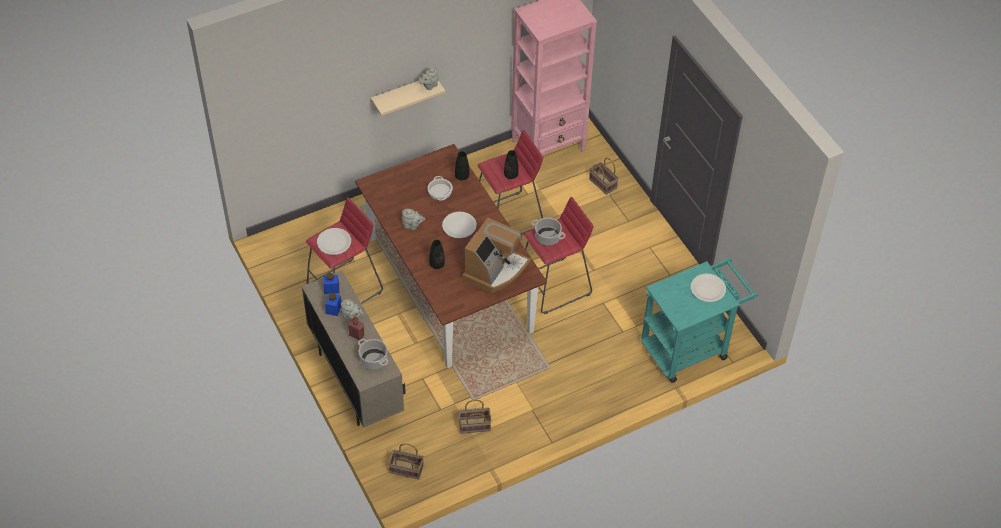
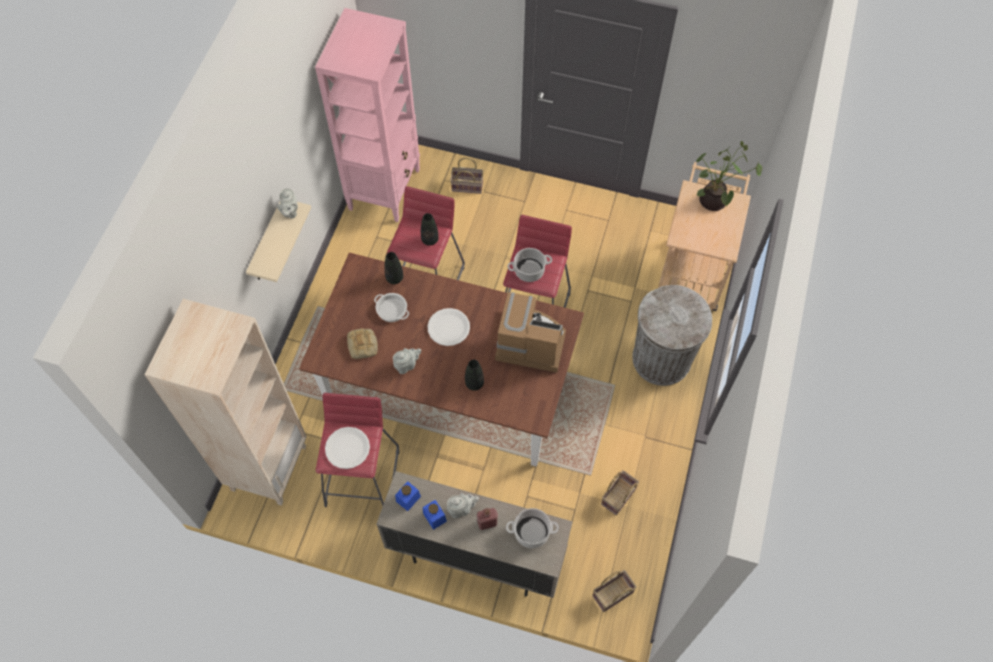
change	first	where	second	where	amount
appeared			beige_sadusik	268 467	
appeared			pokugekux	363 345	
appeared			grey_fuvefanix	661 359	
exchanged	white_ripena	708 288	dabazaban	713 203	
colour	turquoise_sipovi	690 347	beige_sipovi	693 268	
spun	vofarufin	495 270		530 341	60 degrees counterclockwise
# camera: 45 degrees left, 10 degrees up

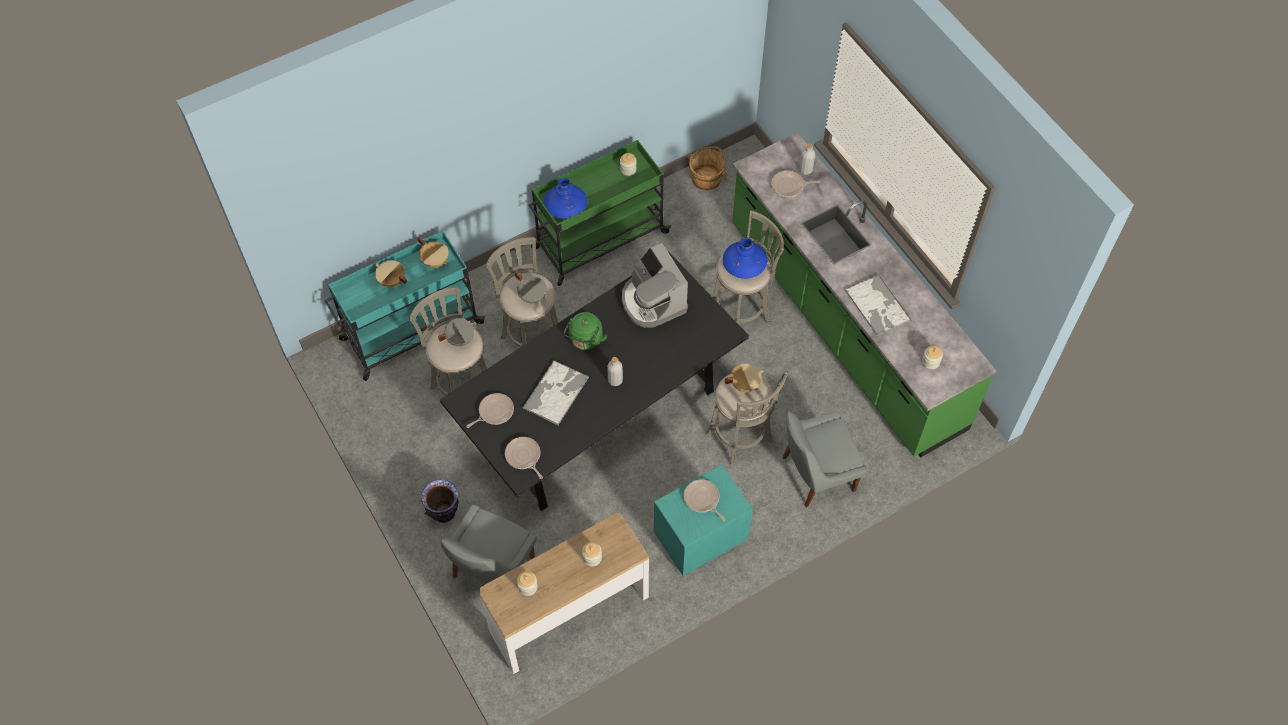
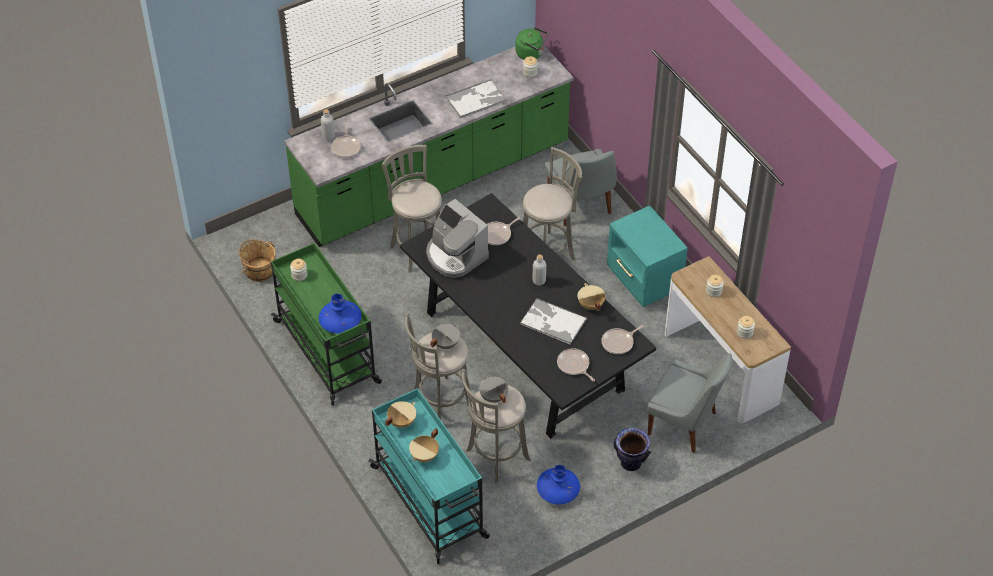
change	first	where	second	where	amount
relocated	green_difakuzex	585 340		531 54	
relocated	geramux	702 499		497 235	
relocated	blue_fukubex	744 264		558 490	
relocated	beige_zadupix	744 384		590 305	
spun	vofarufin	652 301		455 255	75 degrees clockwise
# camera: 90 degrees left, 10 degrees down

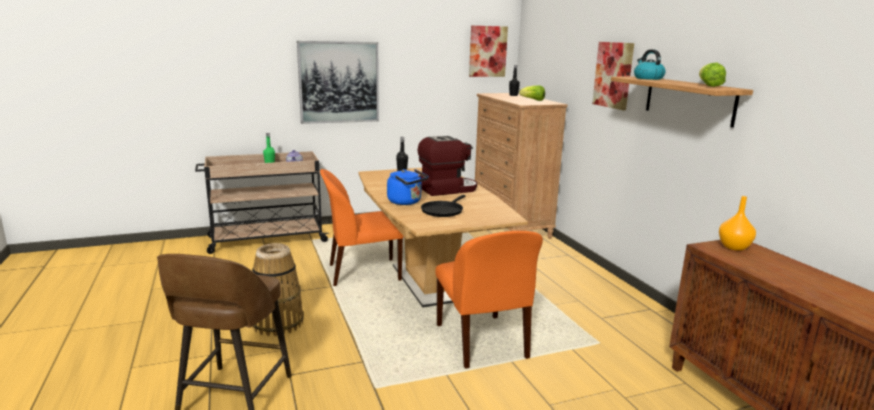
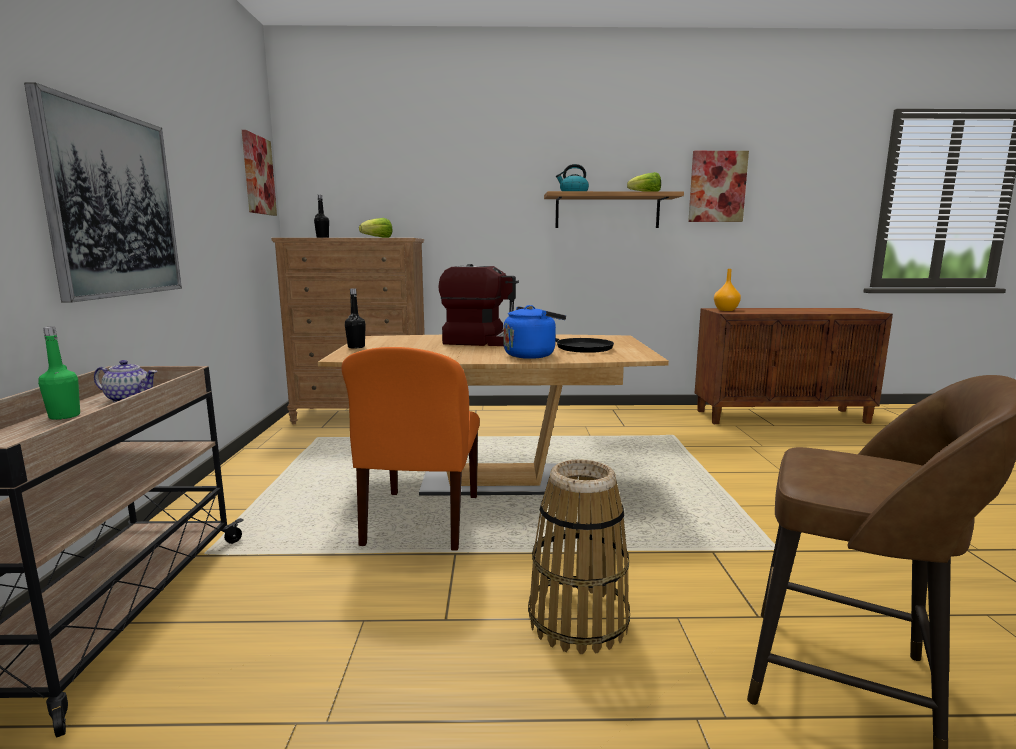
change	first	where	second	where	amount
missing	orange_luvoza	482 342			
relocated	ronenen	613 75		717 187	
spun	vofarufin	447 189		484 341	105 degrees clockwise
# camera: 70 degrees left, 5 degrees down

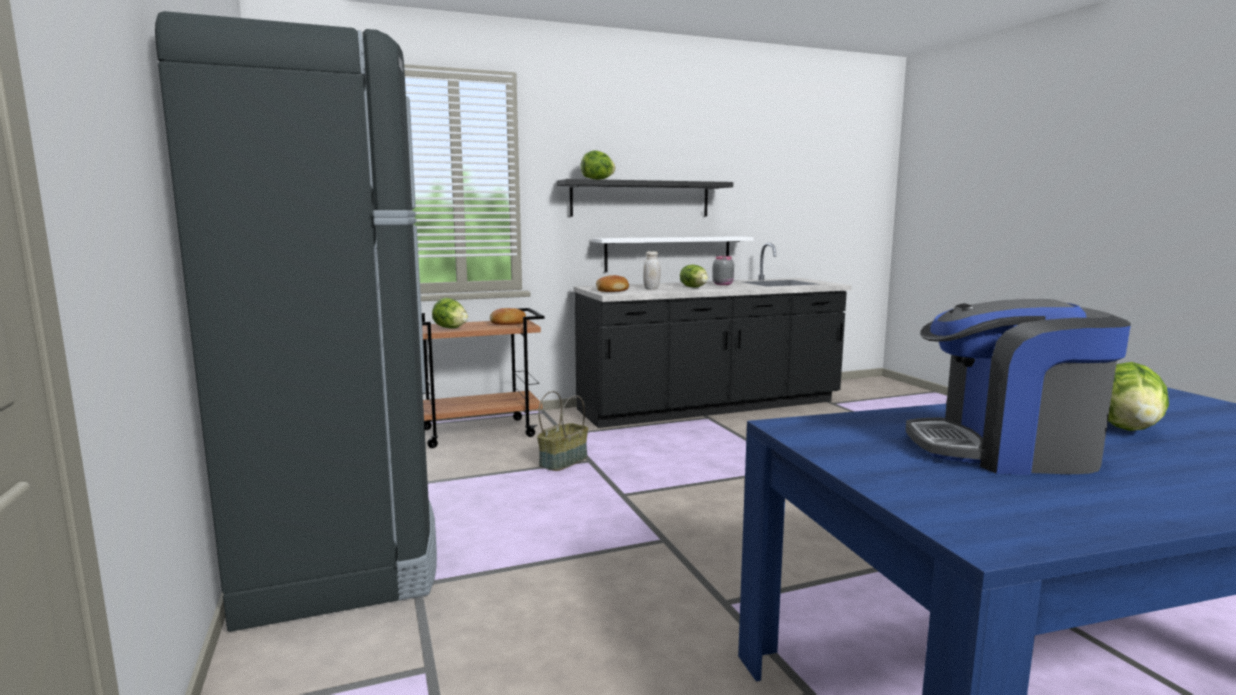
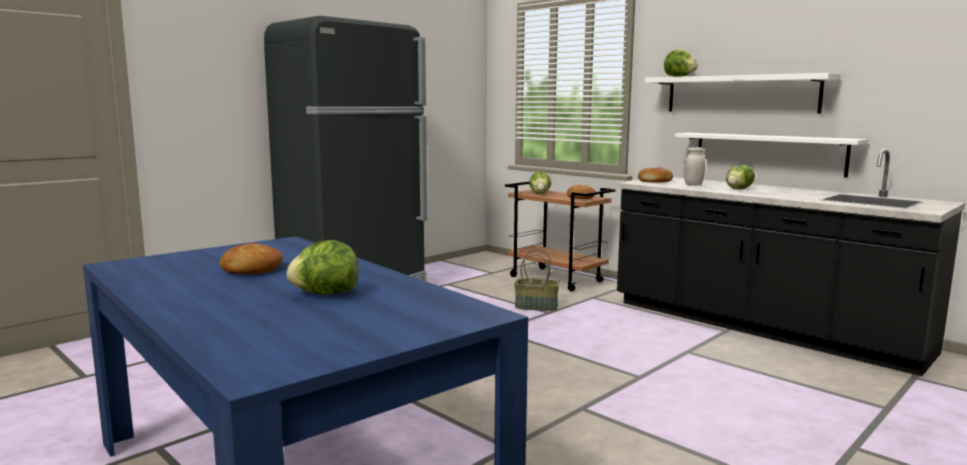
change	first	where	second	where	amount
missing	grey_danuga	723 284			
exchanged	vofarufin	1005 451	pokugekux	251 270	
colour	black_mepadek	640 199	white_mepadek	740 94	
# camera: 65 degrees right, 0 degrees up

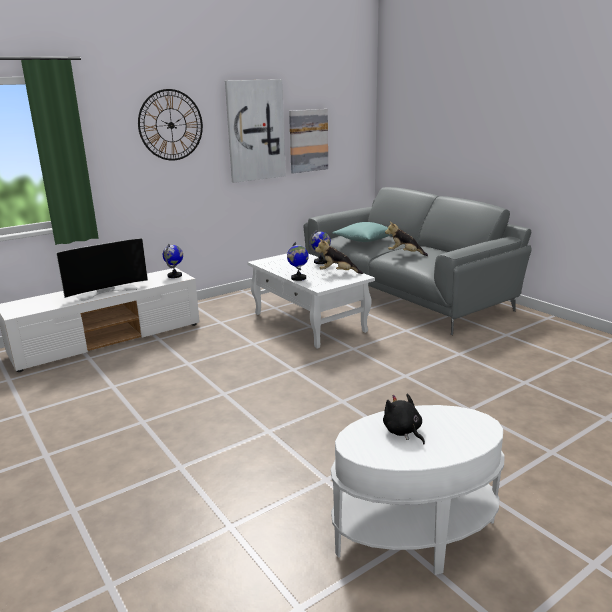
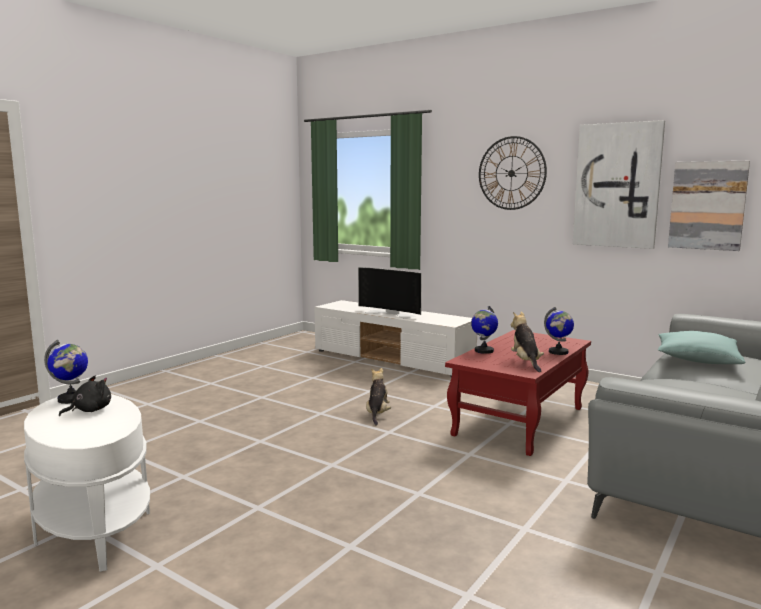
change	first	where	second	where	amount
relocated	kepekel	175 275		72 399	
relocated	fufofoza	405 254		377 414	
colour	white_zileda	309 322	red_zileda	519 421	
# camera: 70 degrees right, 10 degrees down

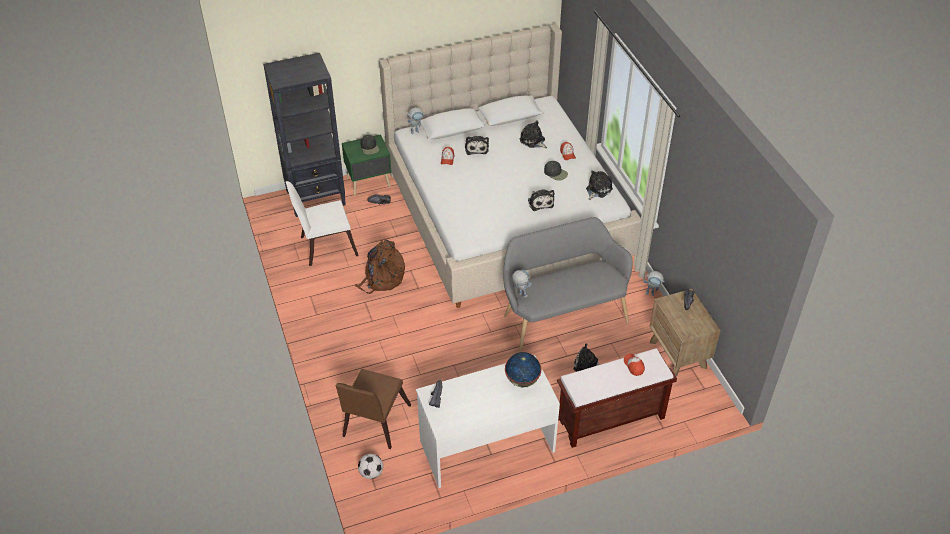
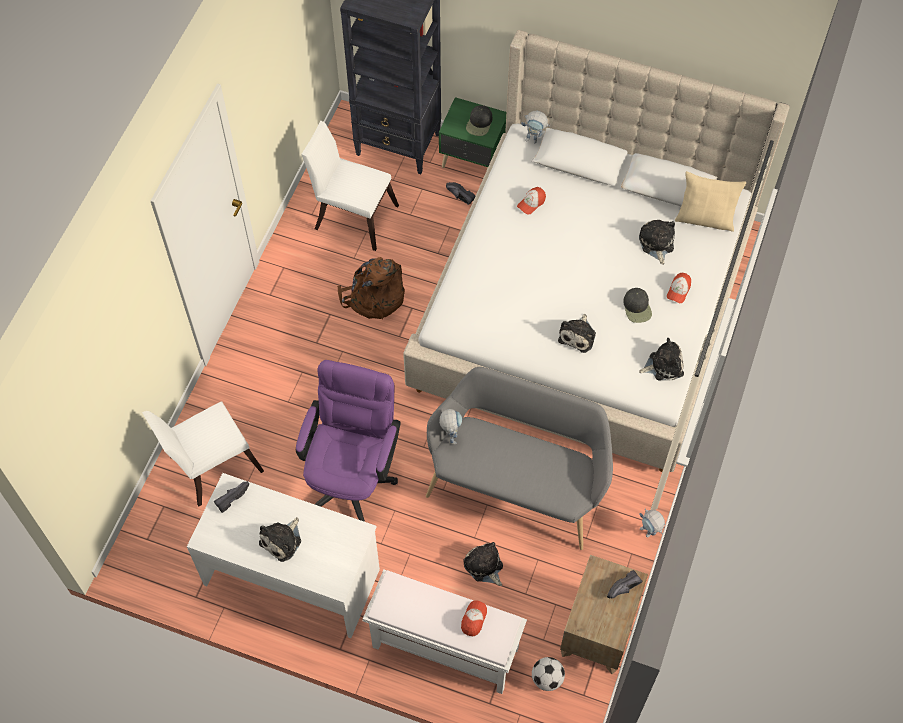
change	first	where	second	where	amount
missing	kepekel	522 380			
appeared			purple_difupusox	352 475	
appeared			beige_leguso	705 218	
relocated	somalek	371 473		547 678	
relocated	fufofoza	476 148		282 540	
colour	brown_luvoza	374 424	white_luvoza	210 465	
colour	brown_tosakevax	610 419	white_tosakevax	443 648	
# camera: 40 degrees right, 15 degrees up

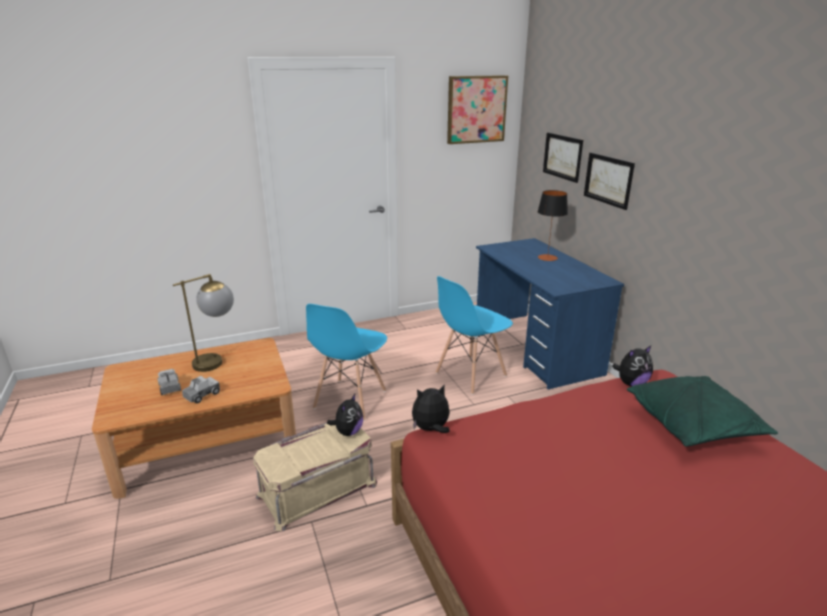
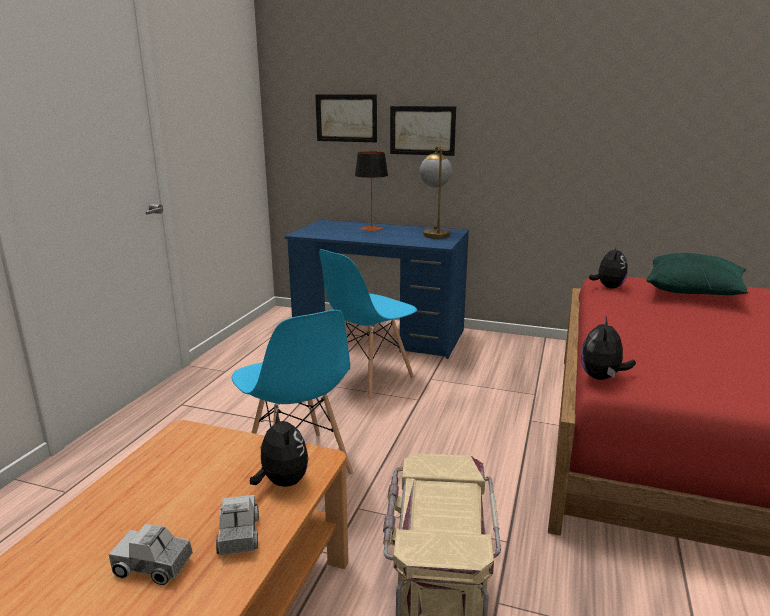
change	first	where	second	where	amount
missing	ronenen	476 109			
relocated	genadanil	217 360		434 233	
relocated	fufofoza	348 432		282 482	
spun	blue_luvoza	470 374		369 379	45 degrees clockwise
# camera: 50 degrees left, 5 degrees down

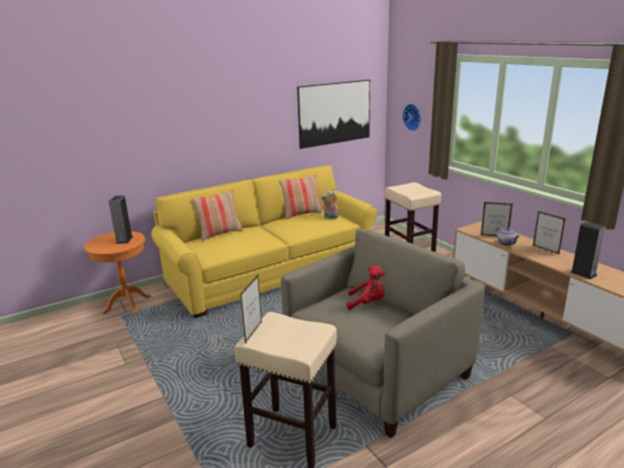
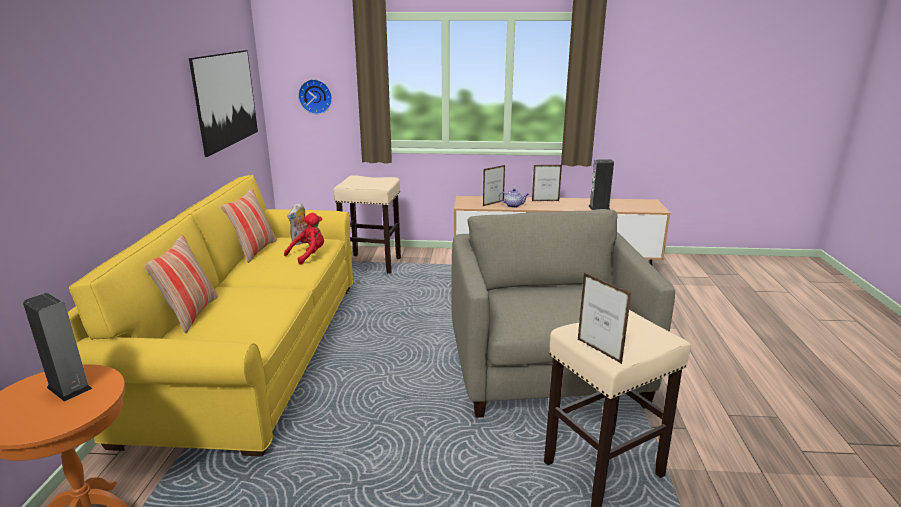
change	first	where	second	where	amount
relocated	red_fufofoza	367 303		309 255	
# camera: 55 degrees left, 0 degrees up

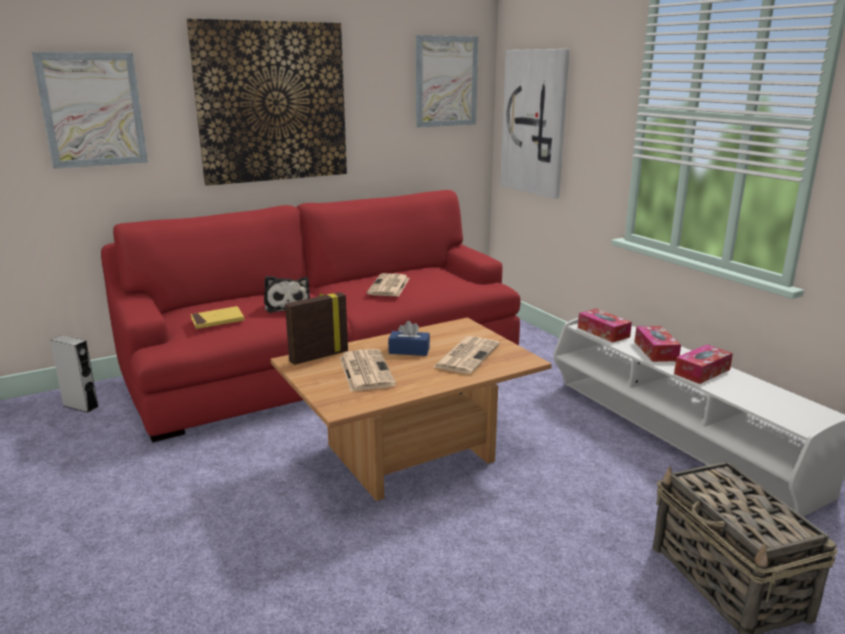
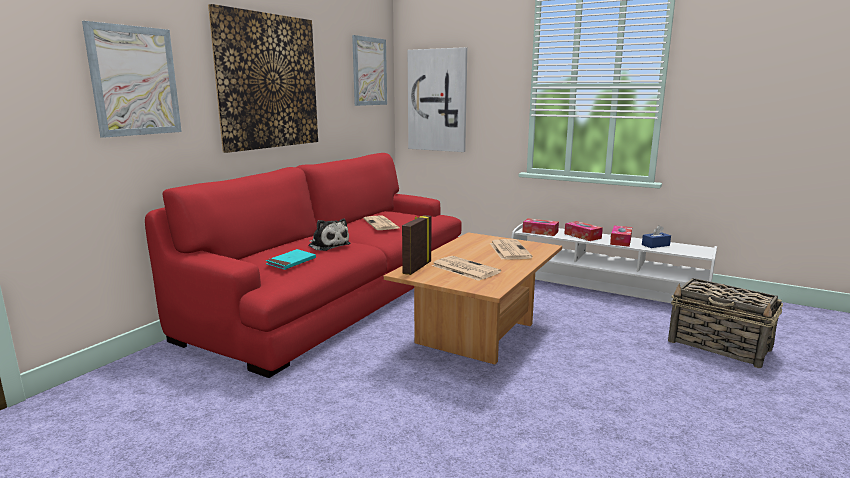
change	first	where	second	where	amount
missing	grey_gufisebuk	80 406			
relocated	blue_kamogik	409 351		655 245	
colour	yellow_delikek	217 320	turquoise_delikek	291 262	
# camera: 30 degrees left, 5 degrees down

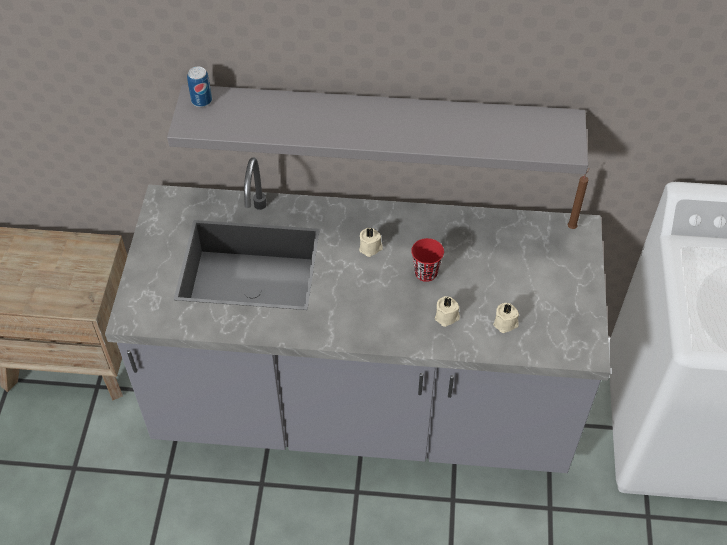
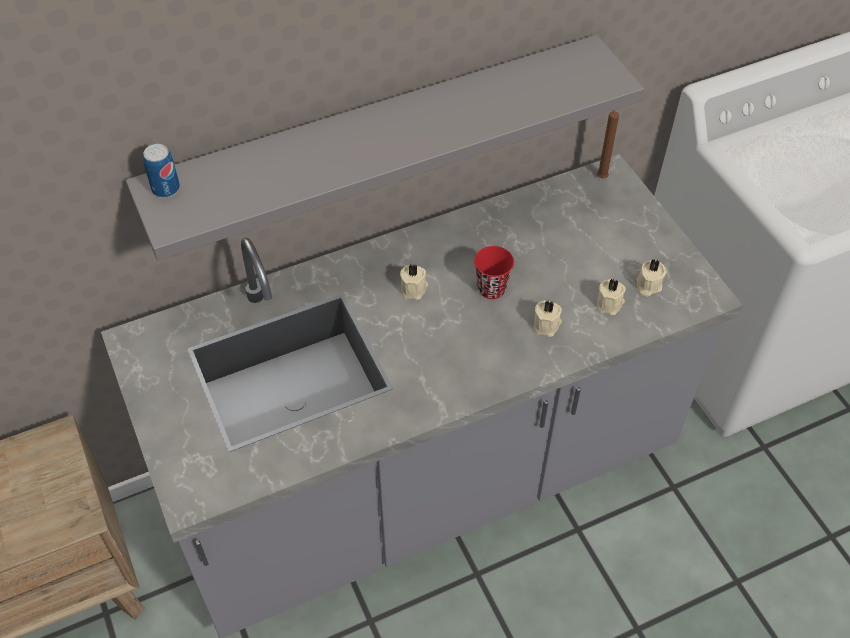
change	first	where	second	where	amount
appeared			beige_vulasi	648 285	
# camera: 30 degrees left, 0 degrees up

